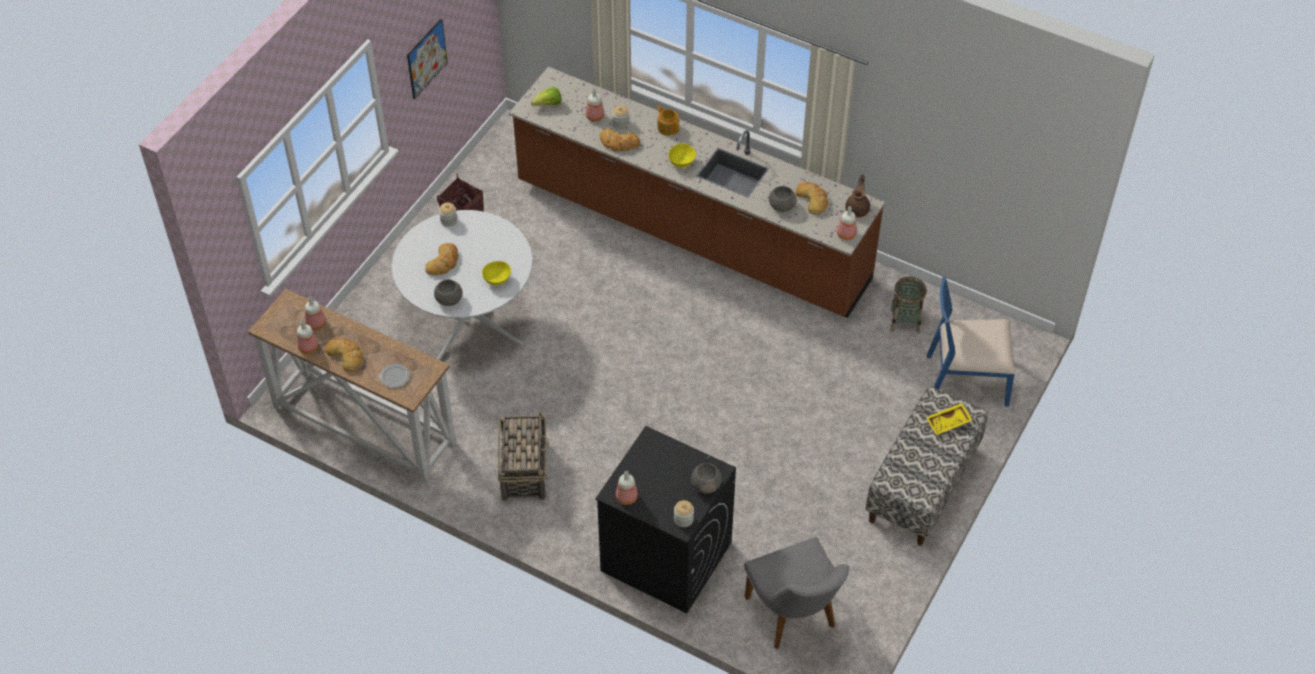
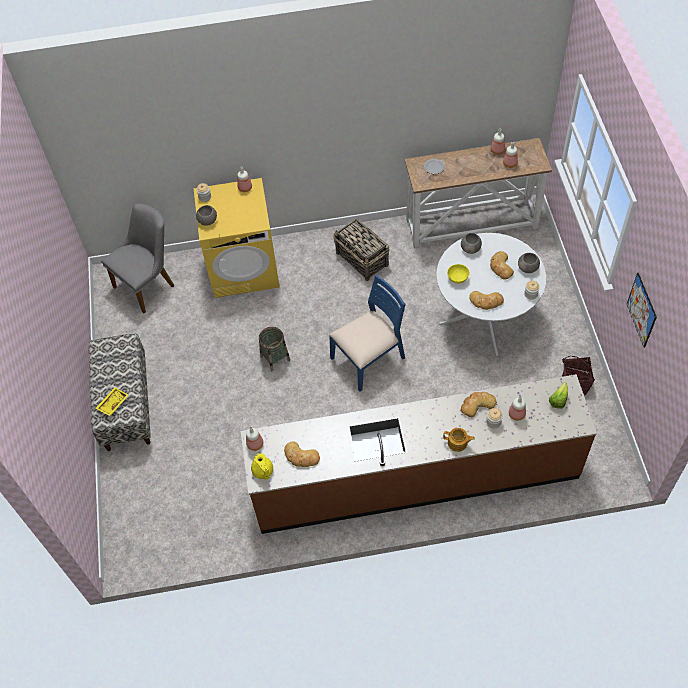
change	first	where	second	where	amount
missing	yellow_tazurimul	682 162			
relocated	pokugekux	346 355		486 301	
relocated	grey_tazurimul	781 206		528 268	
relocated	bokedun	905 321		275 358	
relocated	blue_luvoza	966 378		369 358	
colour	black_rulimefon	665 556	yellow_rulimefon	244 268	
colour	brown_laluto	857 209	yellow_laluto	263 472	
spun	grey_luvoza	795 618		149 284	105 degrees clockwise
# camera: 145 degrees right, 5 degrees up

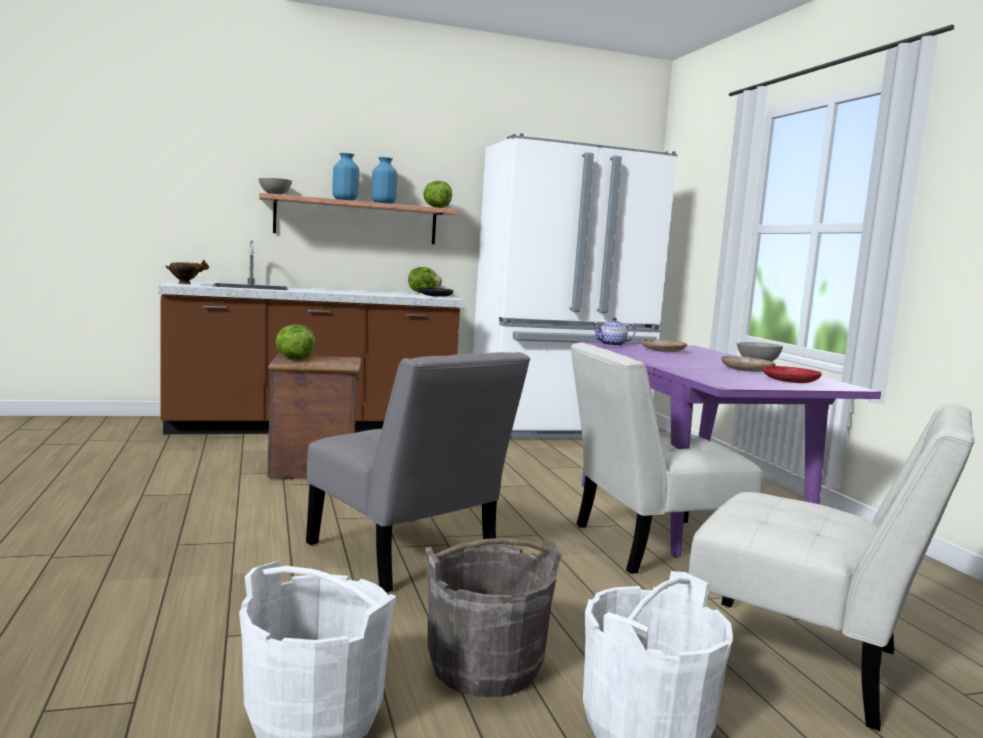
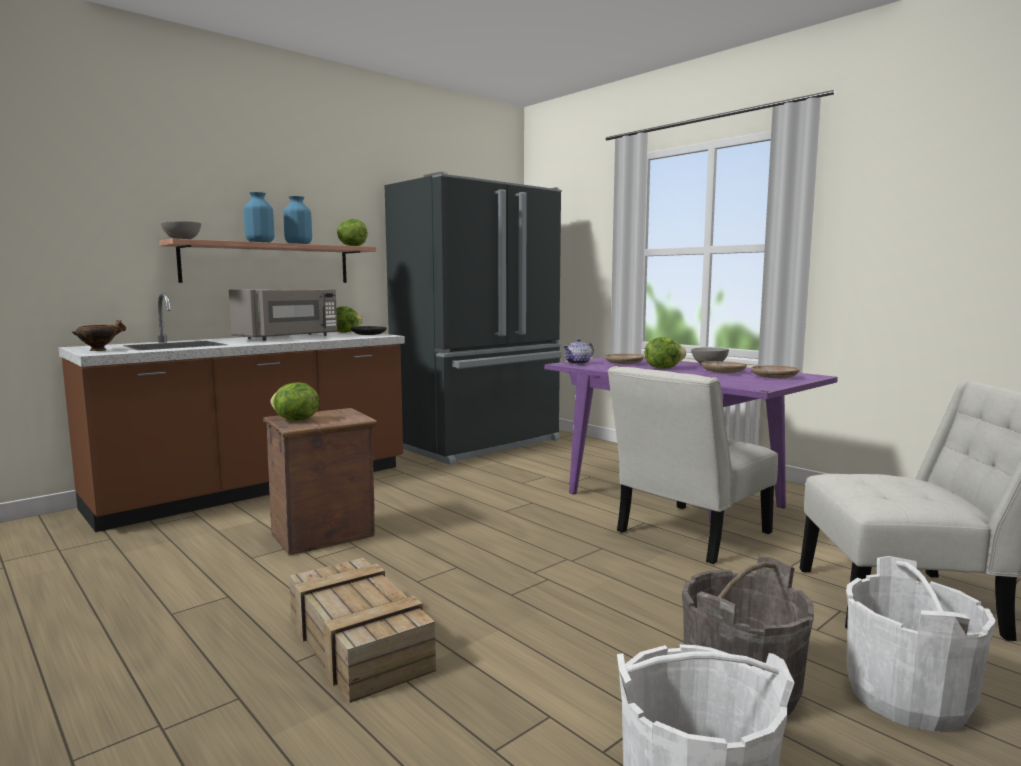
change	first	where	second	where	amount
missing	grey_luvoza	406 556			
appeared			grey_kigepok	289 337	
appeared			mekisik	356 642	
appeared			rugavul	663 368	
colour	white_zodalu	558 429	black_zodalu	480 444	
colour	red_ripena	790 381	beige_ripena	774 377	
# camera: 25 degrees left, 0 degrees up

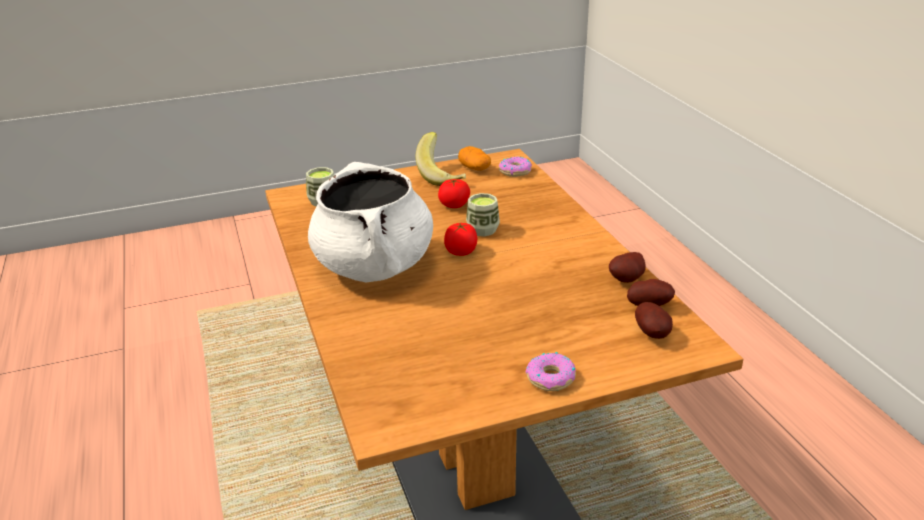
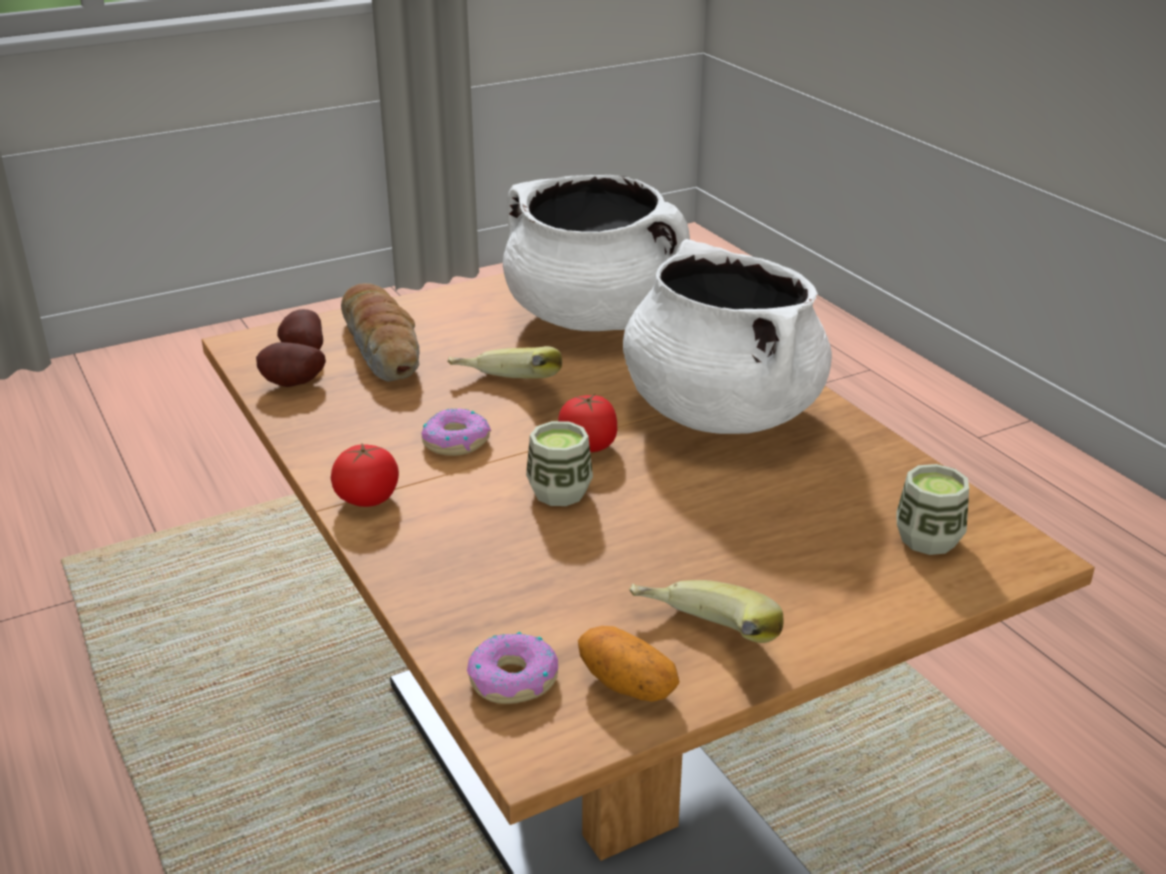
change	first	where	second	where	amount
missing	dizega	628 280			
appeared			pokugekux	384 349	
appeared			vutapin	504 393	
appeared			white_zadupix	595 318	
relocated	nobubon	454 205		367 499	
relocated	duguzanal	551 378		455 441	
# camera: 170 degrees right, 0 degrees up

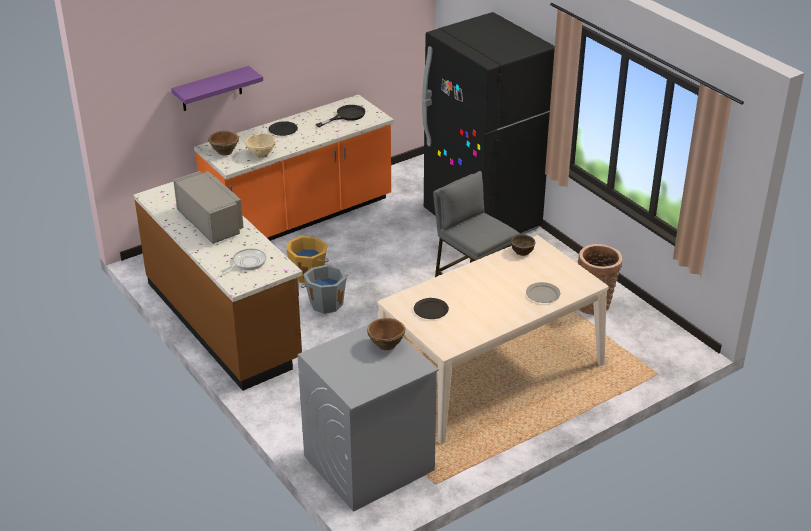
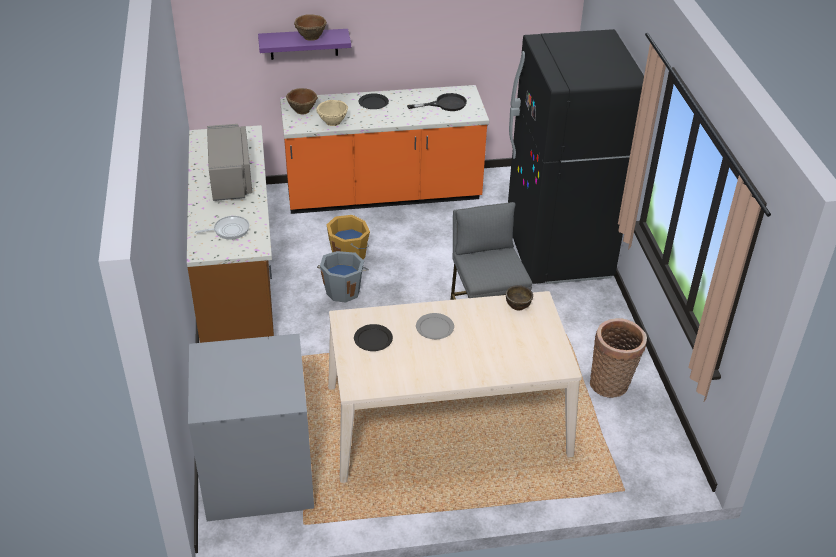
change	first	where	second	where	amount
relocated	brown_tazurimul	386 345		310 37	
relocated	grey_ripena	542 294		434 327	
# camera: 25 degrees right, 5 degrees up

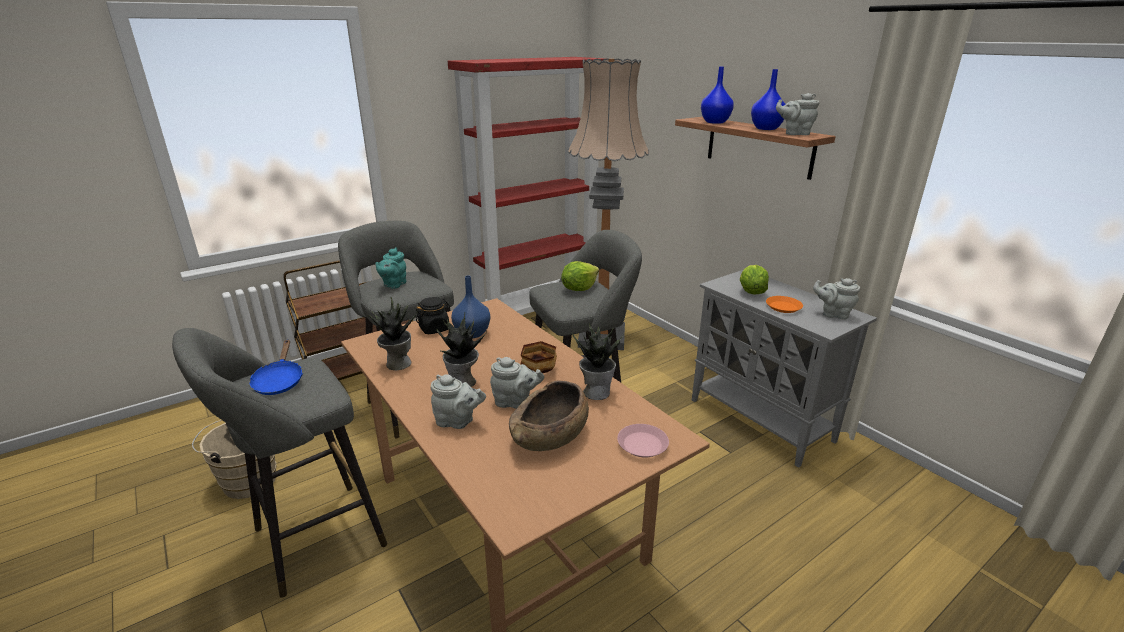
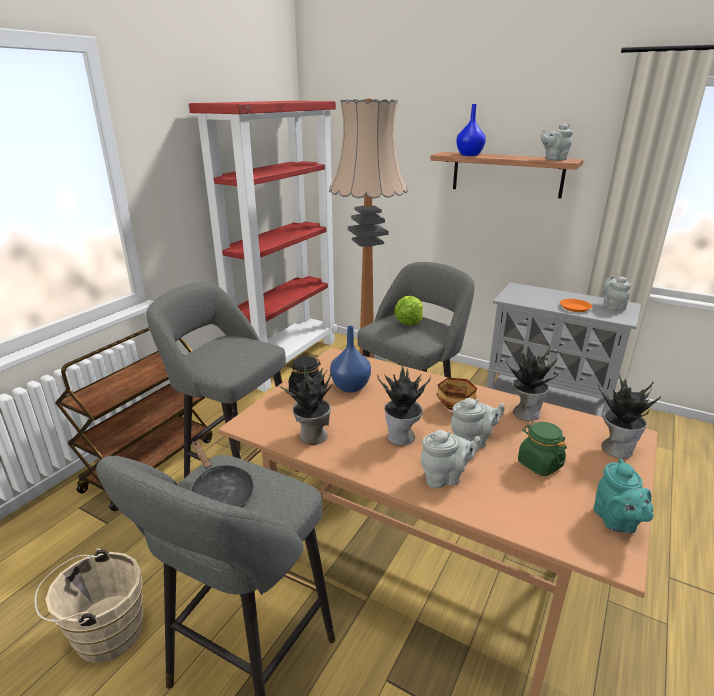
change	first	where	second	where	amount
missing	rugavul	751 291			
missing	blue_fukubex	765 128			
relocated	turquoise_laluto	393 284		616 522	
exchanged	brown_tazurimul	550 435	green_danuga	539 464	
exchanged	pink_ripena	642 444	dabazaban	616 448	
colour	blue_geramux	279 381	black_geramux	220 493	
spun	grey_laluto	833 314		612 306	90 degrees clockwise
# camera: 25 degrees left, 0 degrees up

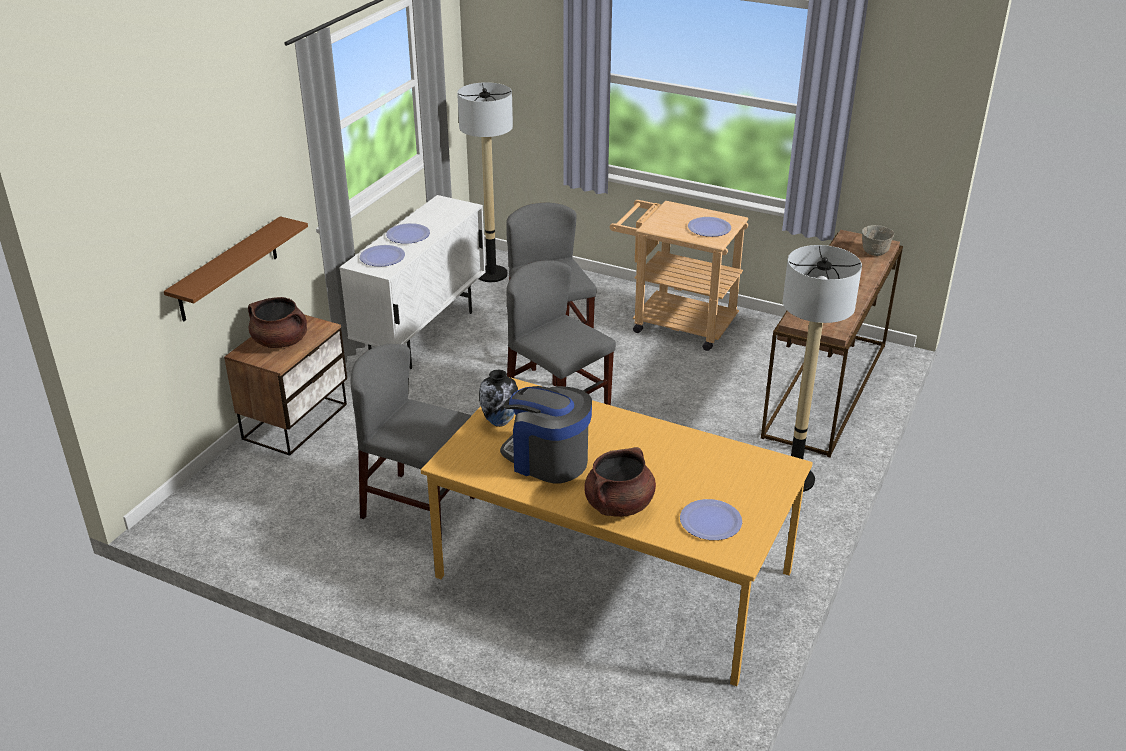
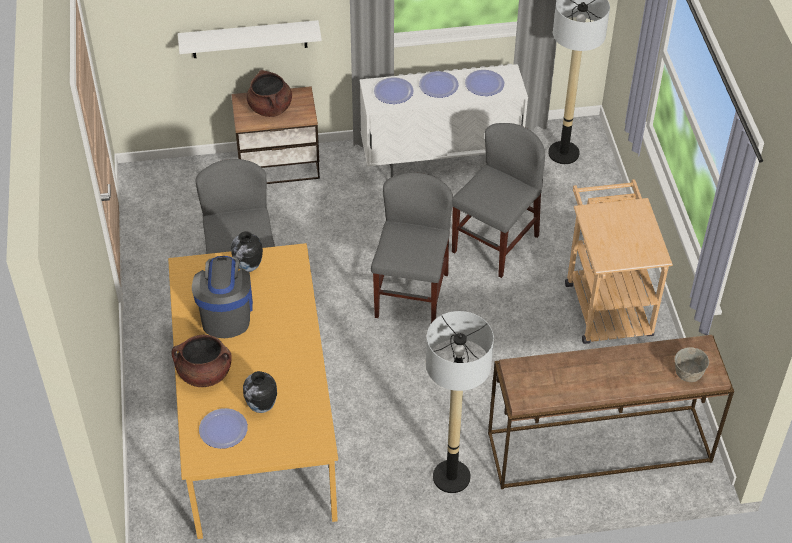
change	first	where	second	where	amount
appeared			fukubex	261 407	
relocated	ripena	709 228		484 84	
colour	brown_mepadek	228 269	white_mepadek	249 39	
# camera: 55 degrees right, 15 degrees up

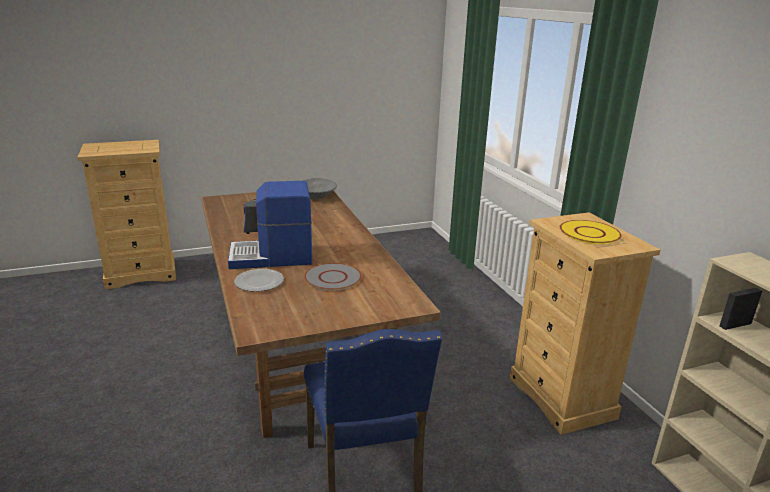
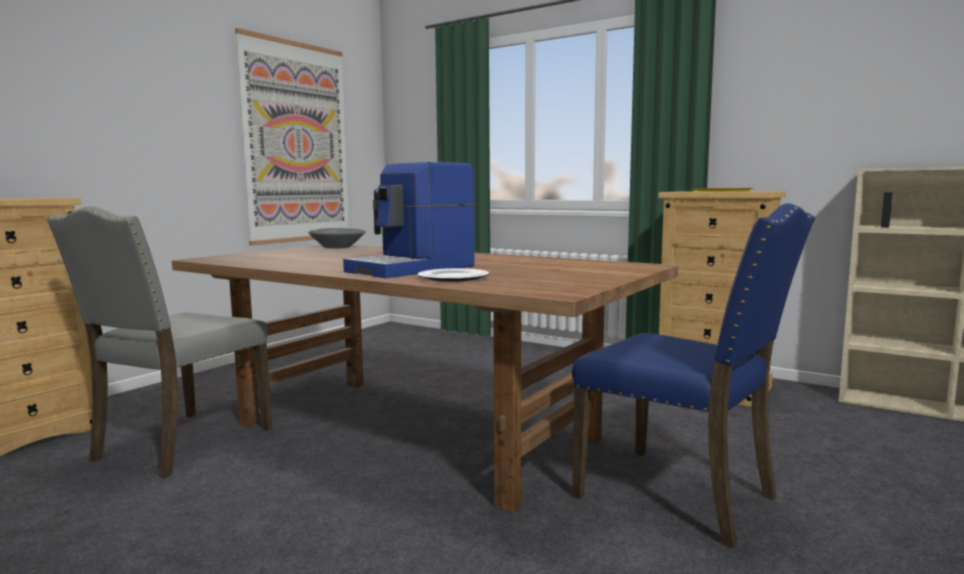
change	first	where	second	where	amount
missing	grey_ripena	333 278			
appeared			grey_luvoza	179 444	
appeared			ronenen	297 143	
# camera: 35 degrees left, 15 degrees down

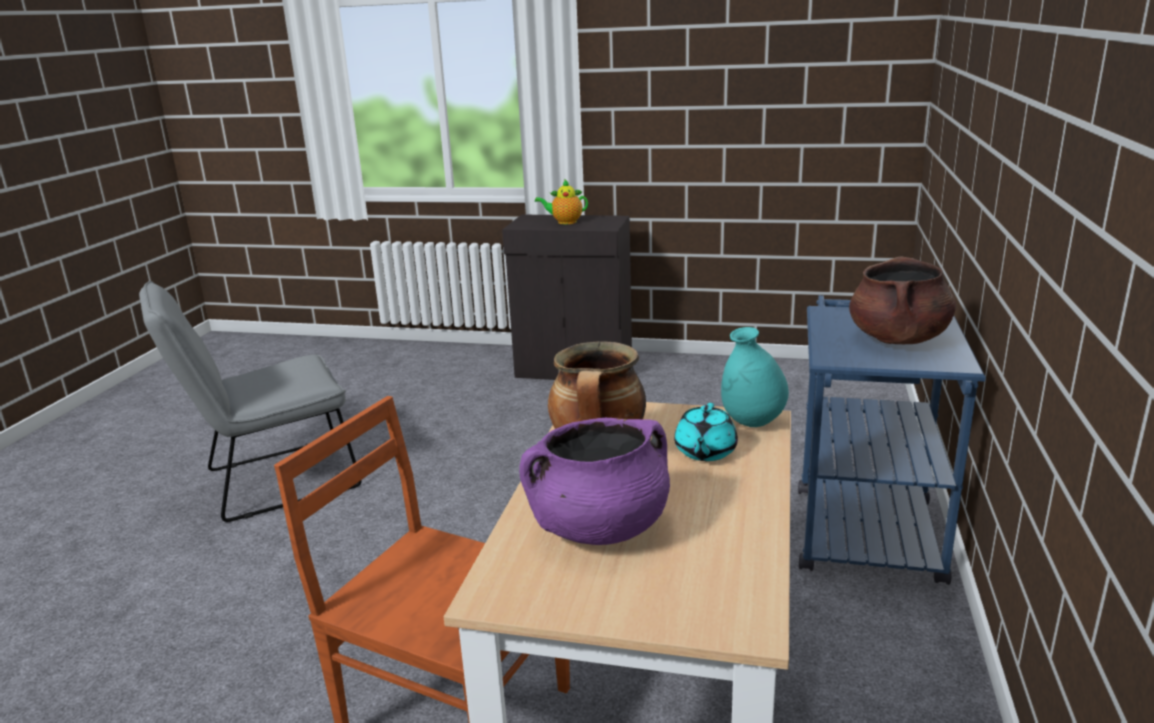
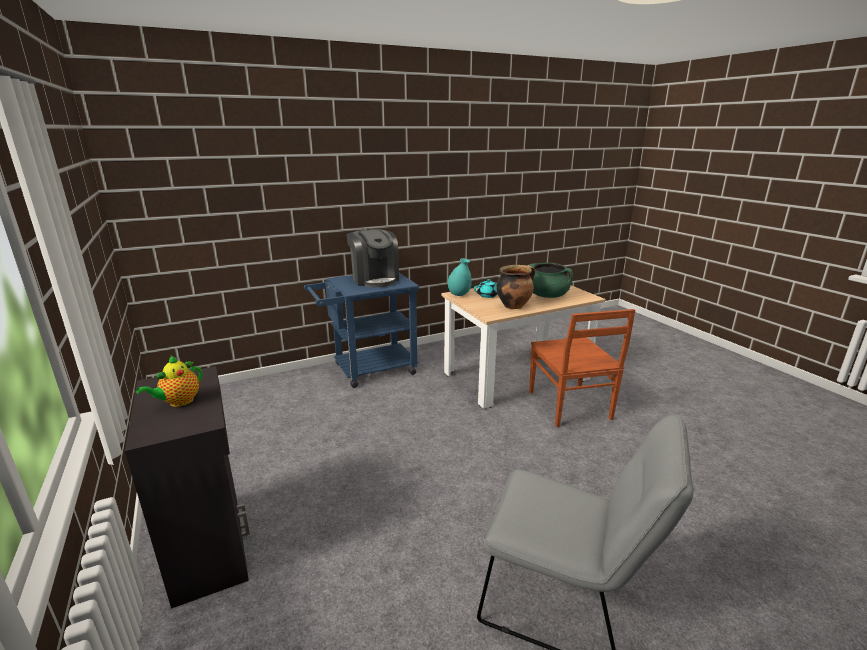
change	first	where	second	where	amount
exchanged	brown_zadupix	898 339	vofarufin	374 279	
colour	purple_zadupix	599 528	green_zadupix	547 296	
spun	laluto	564 222		179 402	75 degrees clockwise
# camera: 130 degrees left, 0 degrees up

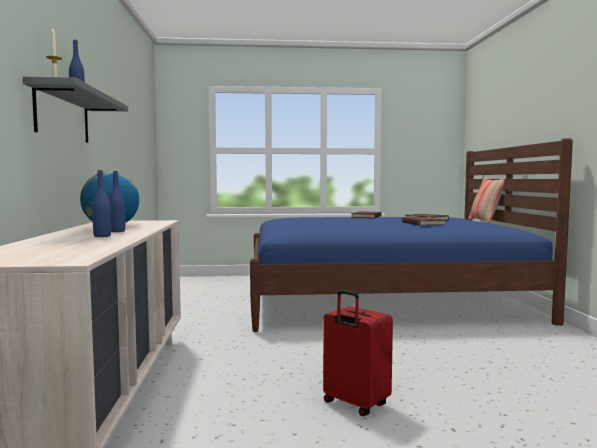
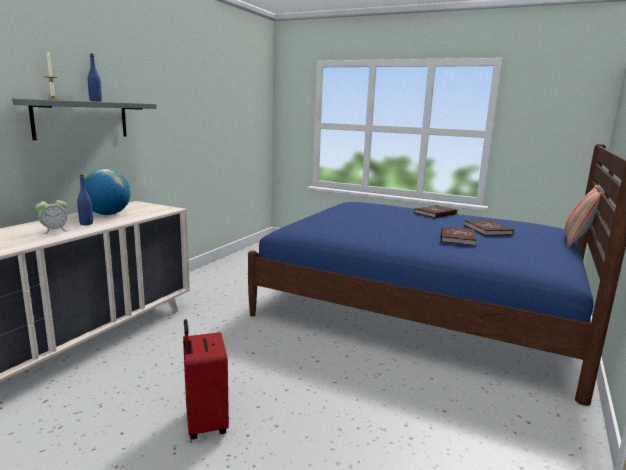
change	first	where	second	where	amount
exchanged	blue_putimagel	102 236	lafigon	54 230	
# camera: 30 degrees right, 10 degrees up

